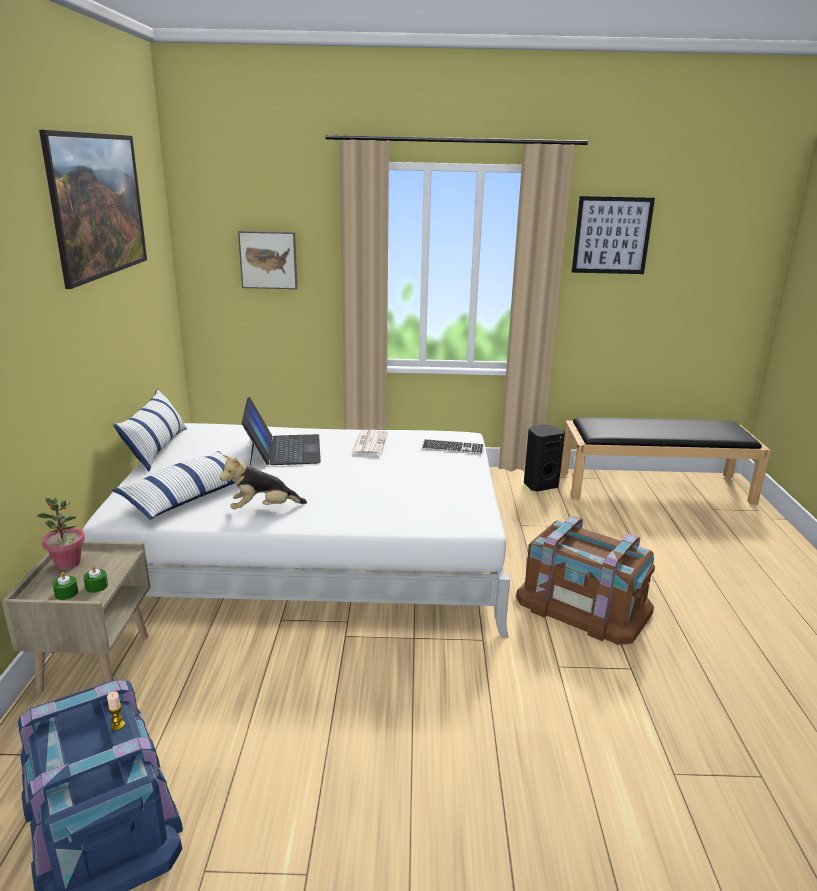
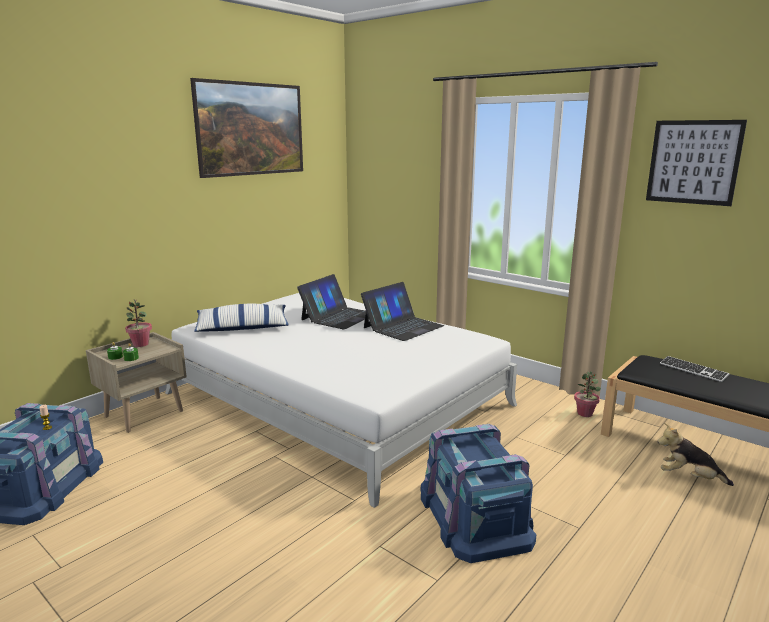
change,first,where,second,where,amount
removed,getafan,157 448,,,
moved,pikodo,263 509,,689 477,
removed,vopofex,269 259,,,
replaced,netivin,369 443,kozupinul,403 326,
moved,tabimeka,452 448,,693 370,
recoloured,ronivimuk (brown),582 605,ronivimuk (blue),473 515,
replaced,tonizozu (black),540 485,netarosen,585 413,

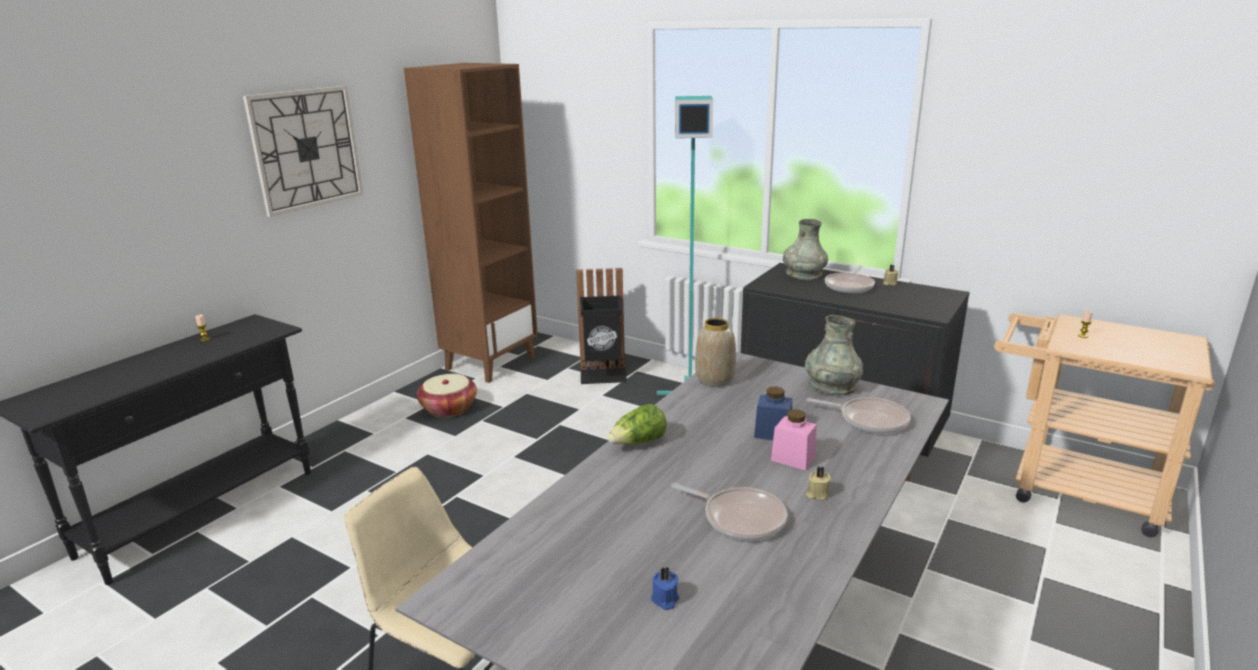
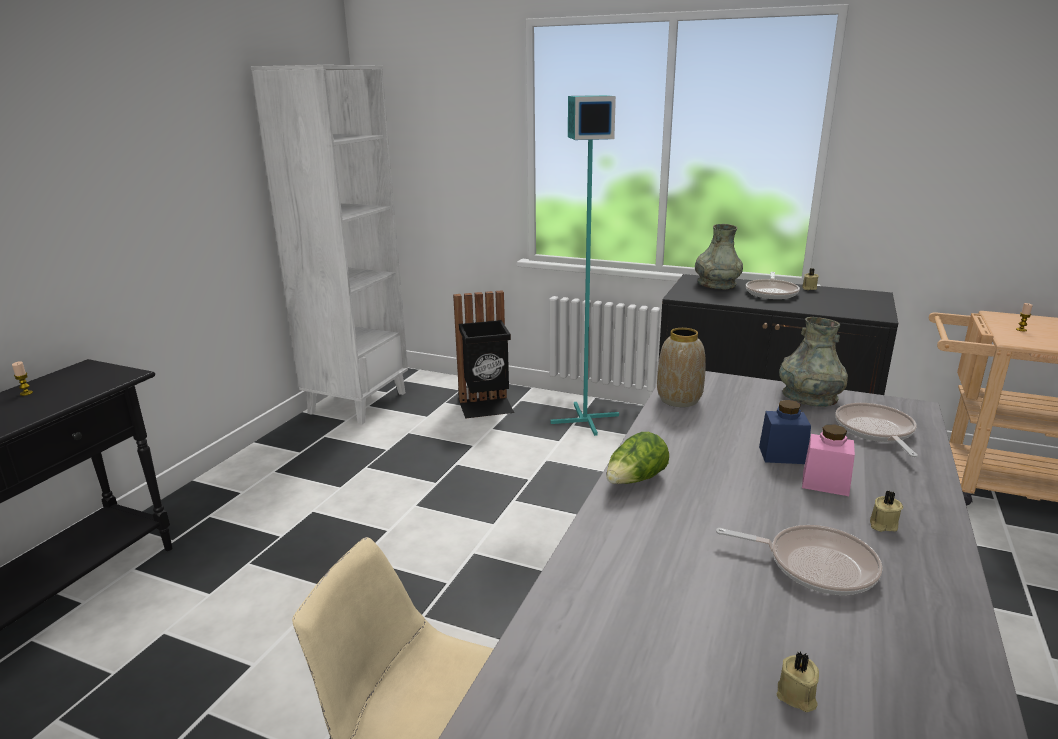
change,first,where,second,where,amount
removed,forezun,306 149,,,
recoloured,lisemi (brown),490 363,lisemi (white),357 402,
removed,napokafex,449 408,,,
recoloured,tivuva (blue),665 600,tivuva (beige),796 696,
turned,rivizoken,869 420,,875 431,105 degrees counterclockwise

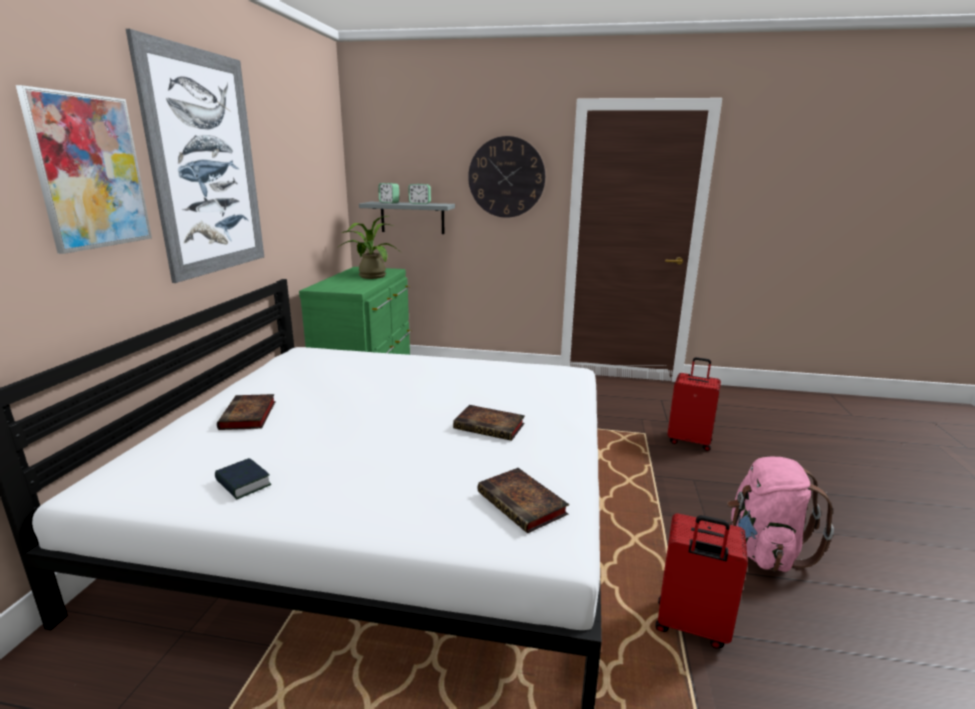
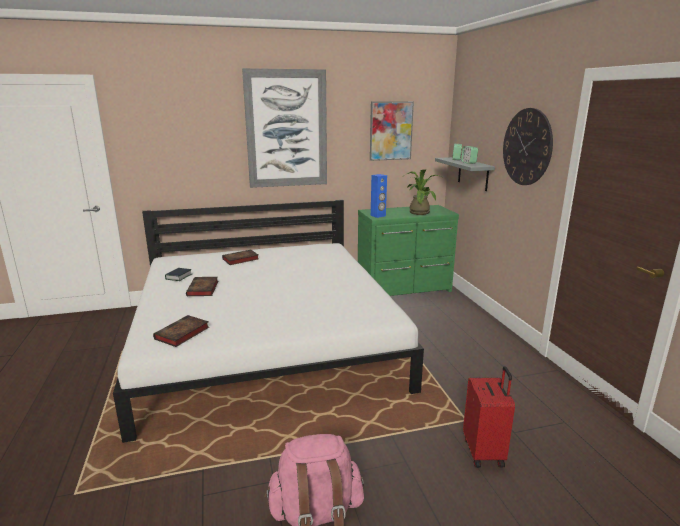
change,first,where,second,where,amount
moved,vopofex,90 172,,391 131,
moved,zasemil,491 426,,203 289,
removed,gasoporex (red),690 626,,,
added,,,tonizozu (blue),378 216,

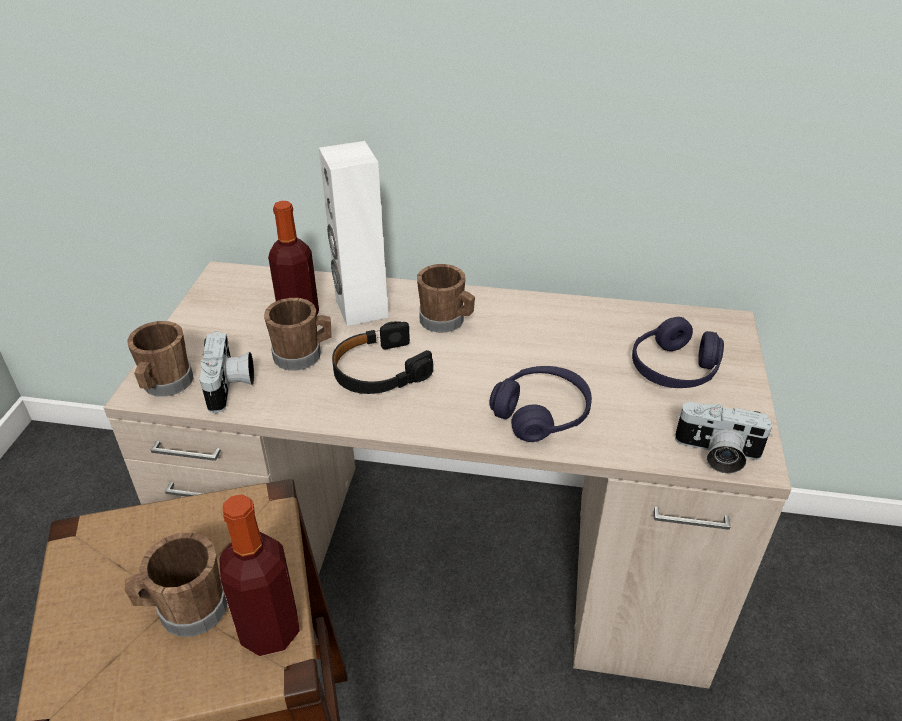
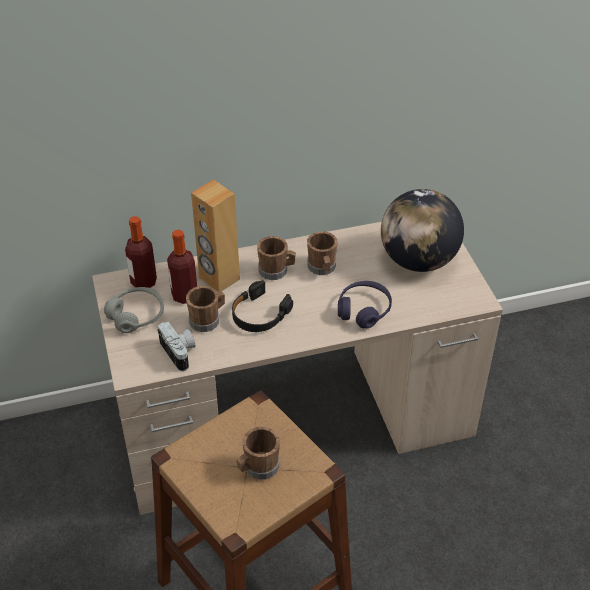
change,first,where,second,where,amount
moved,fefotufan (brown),165 385,,322 268,
moved,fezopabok,270 630,,143 282,
recoloured,tonizozu (white),360 309,tonizozu (brown),219 278,
replaced,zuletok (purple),673 369,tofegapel,418 261,
removed,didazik,716 454,,,
added,,,zuletok (grey),136 316,

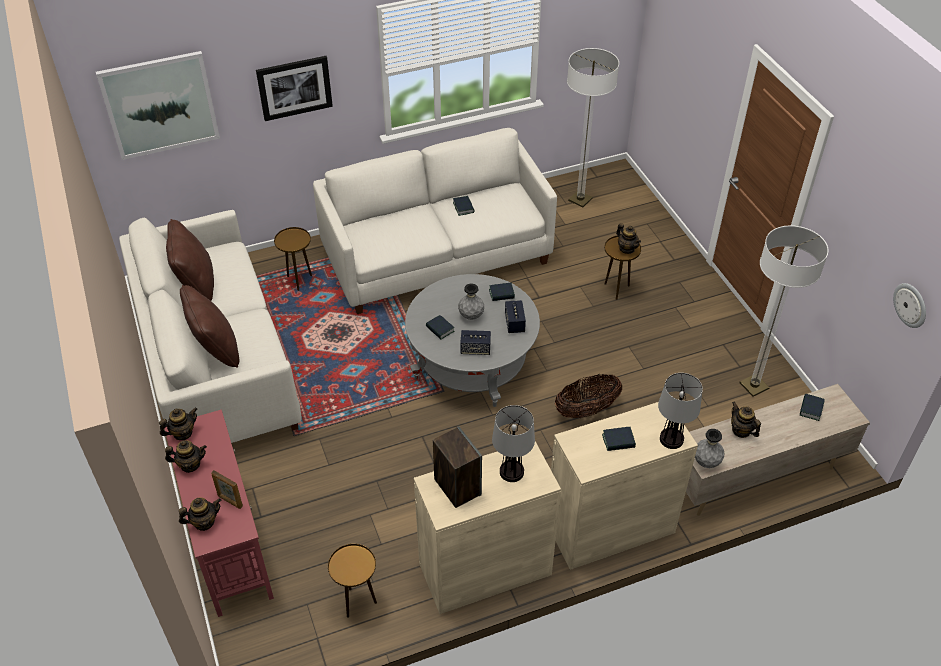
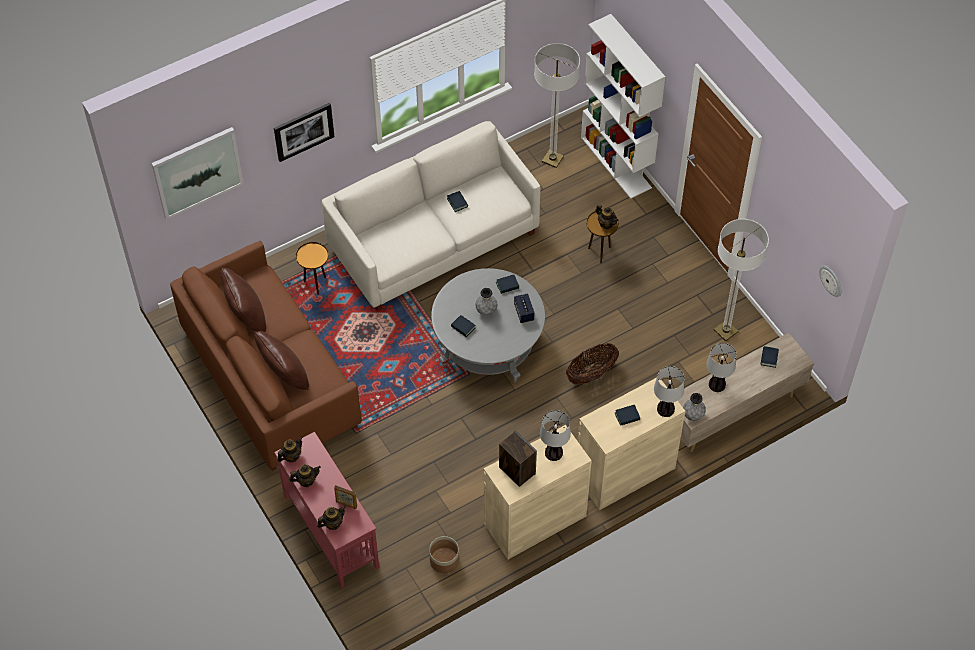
change,first,where,second,where,amount
recoloured,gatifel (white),217 365,gatifel (brown),270 379,
replaced,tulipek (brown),357 602,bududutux,444 560,
removed,tonizozu,475 349,,,
replaced,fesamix,741 431,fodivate,717 385,
added,,,lisemi (white),616 162,

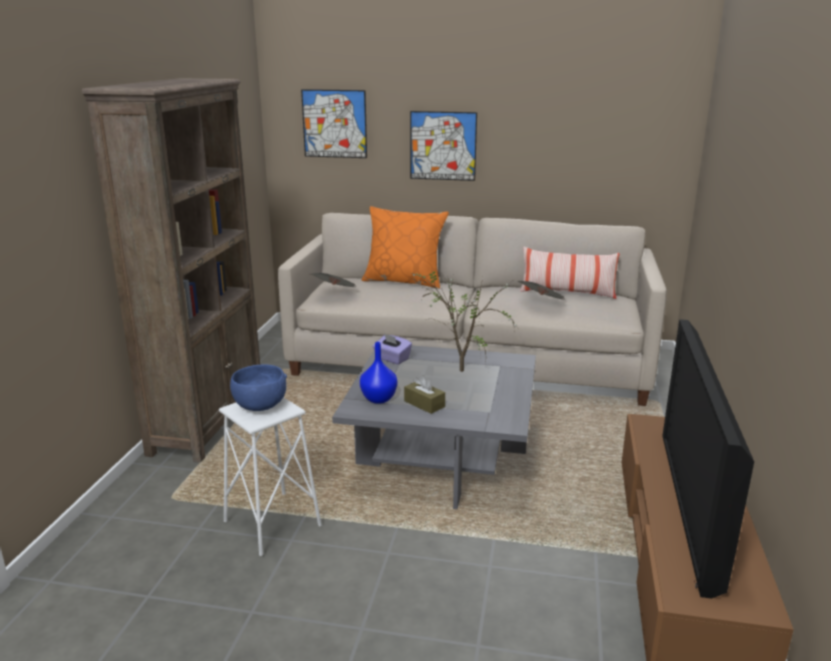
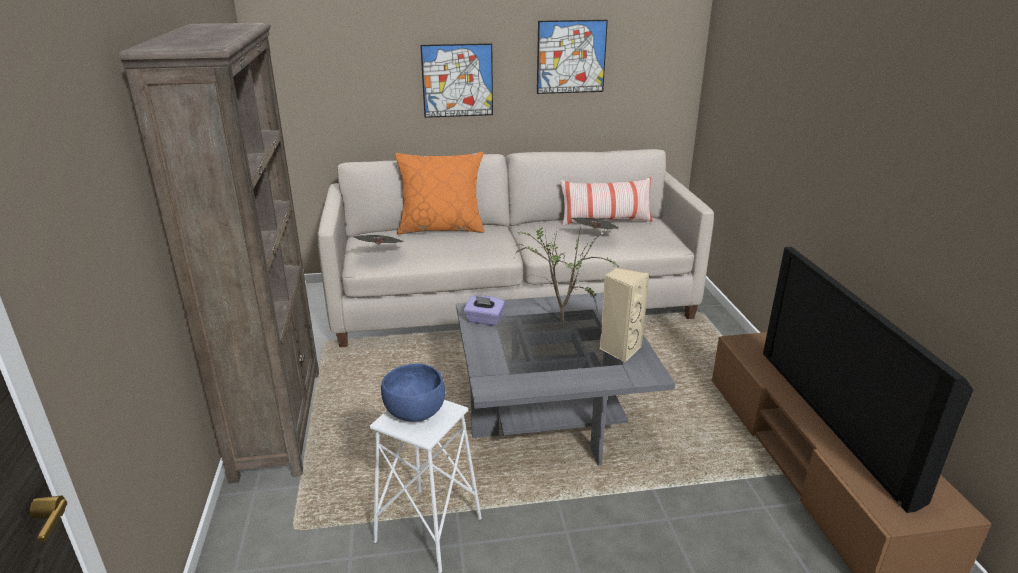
change,first,where,second,where,amount
moved,vopofex,334 124,,571 57,
removed,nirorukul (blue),379 399,,,
removed,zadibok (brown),424 404,,,
added,,,tonizozu (beige),619 349,

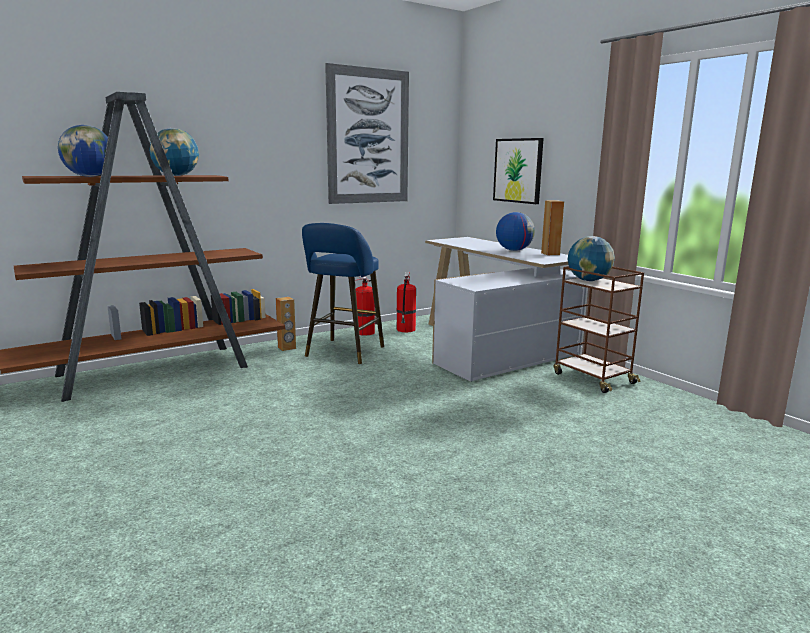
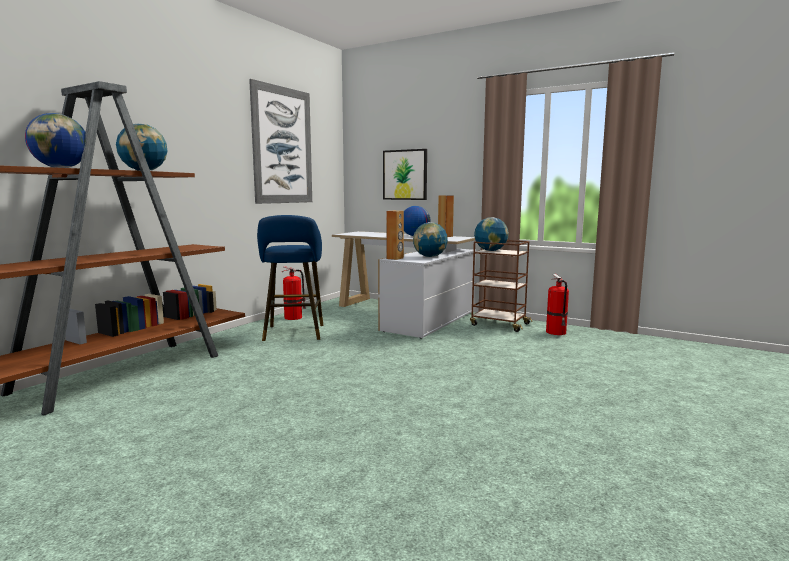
change,first,where,second,where,amount
moved,tonizozu (brown),287 348,,395 258,
moved,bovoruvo,406 330,,556 332,
added,,,tofegapel,430 257,

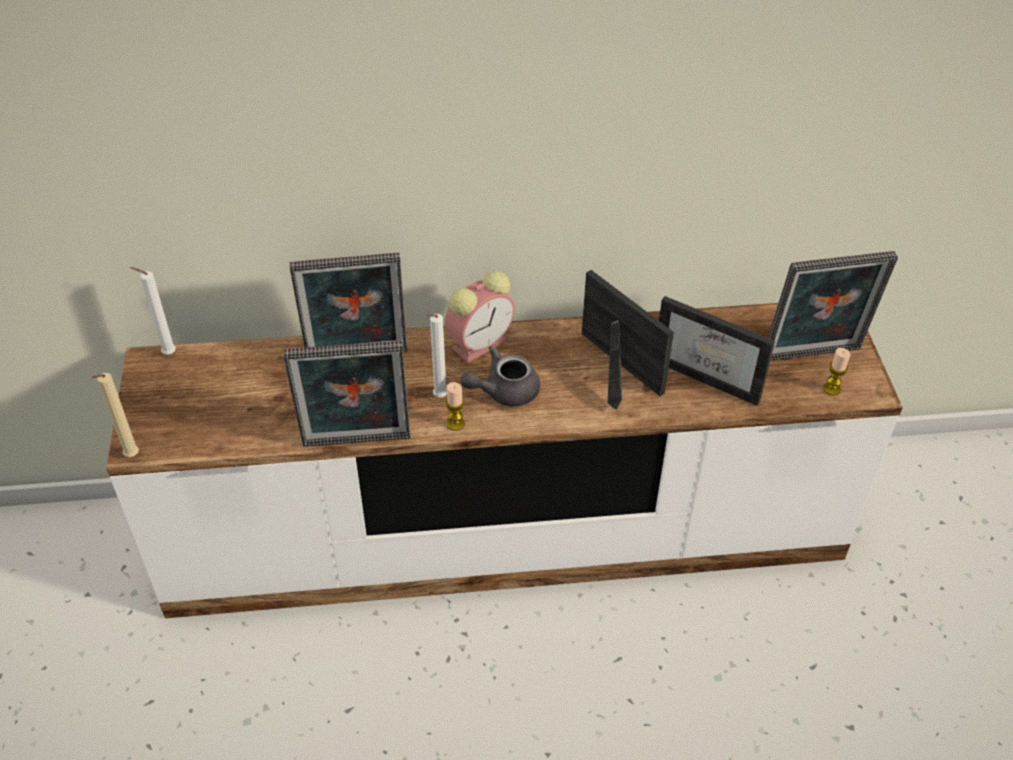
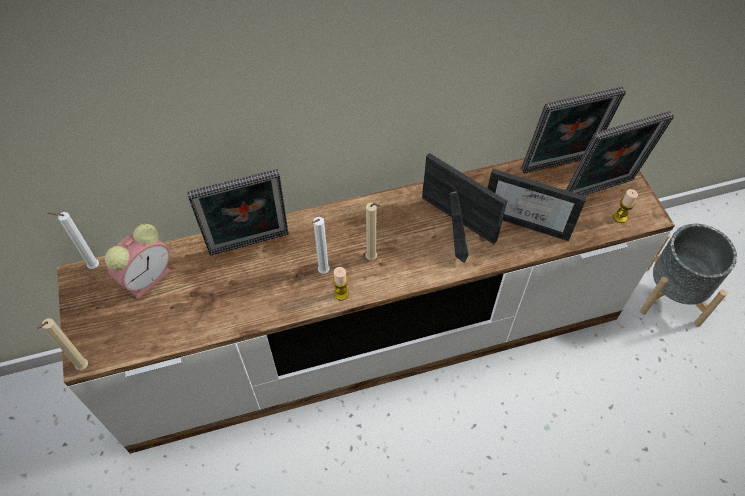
change,first,where,second,where,amount
moved,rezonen,357 444,,558 166,
moved,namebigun,481 342,,148 277,
replaced,fesamix (grey),503 391,tivuva (beige),372 259,
added,,,bududutux (grey),670 295,

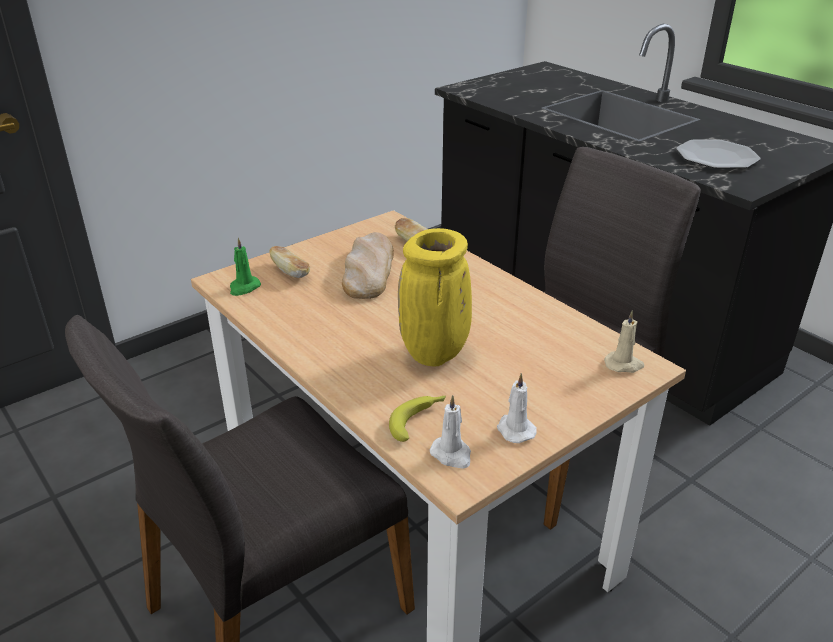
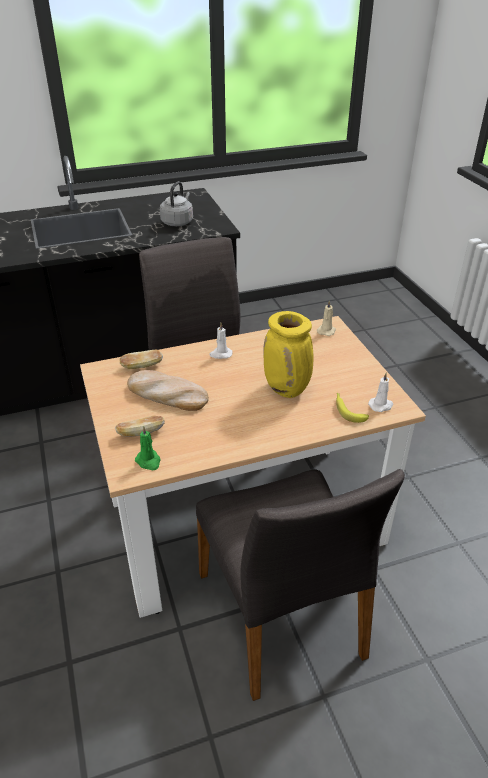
change,first,where,second,where,amount
moved,tivuva (white),514 430,,220 354,
replaced,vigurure,717 157,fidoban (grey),178 222,

